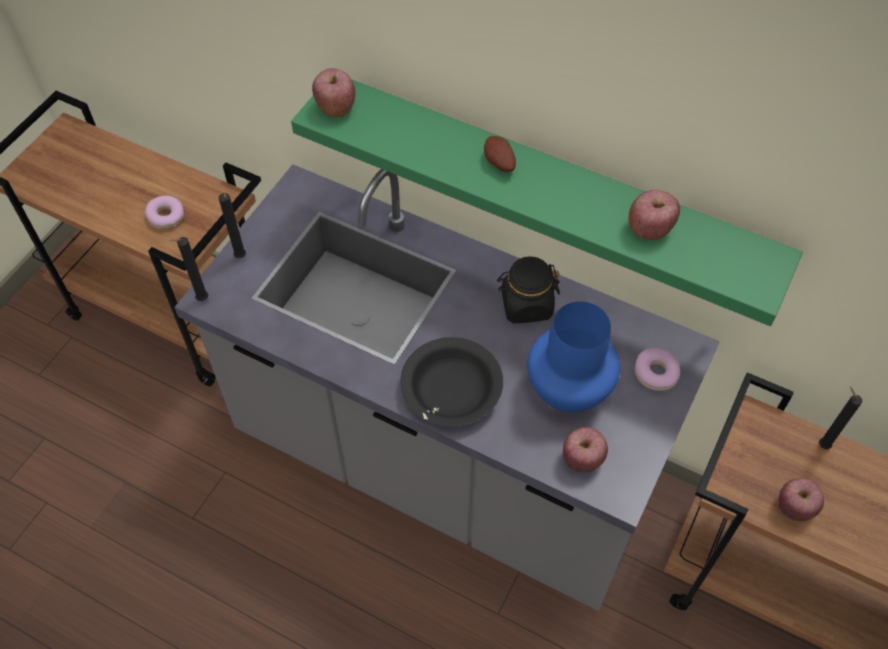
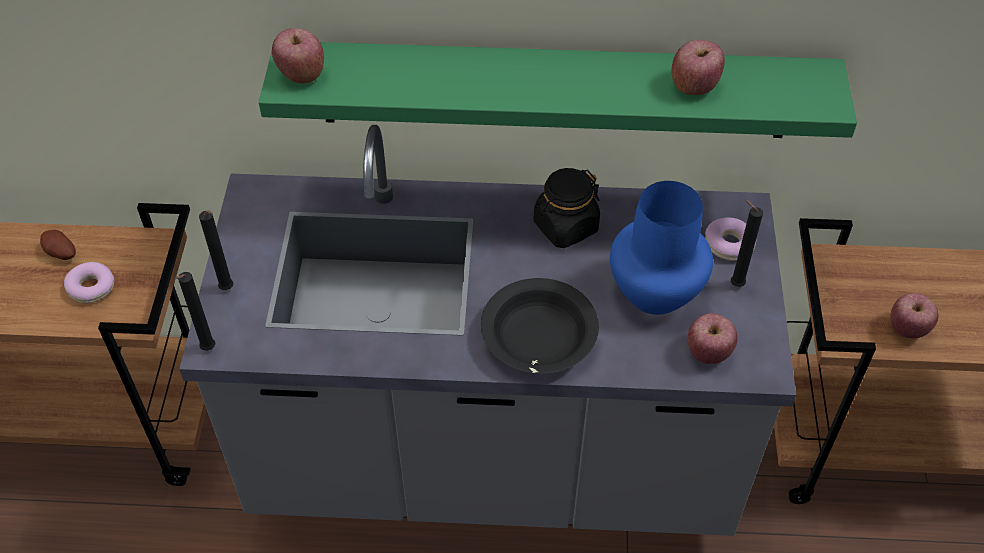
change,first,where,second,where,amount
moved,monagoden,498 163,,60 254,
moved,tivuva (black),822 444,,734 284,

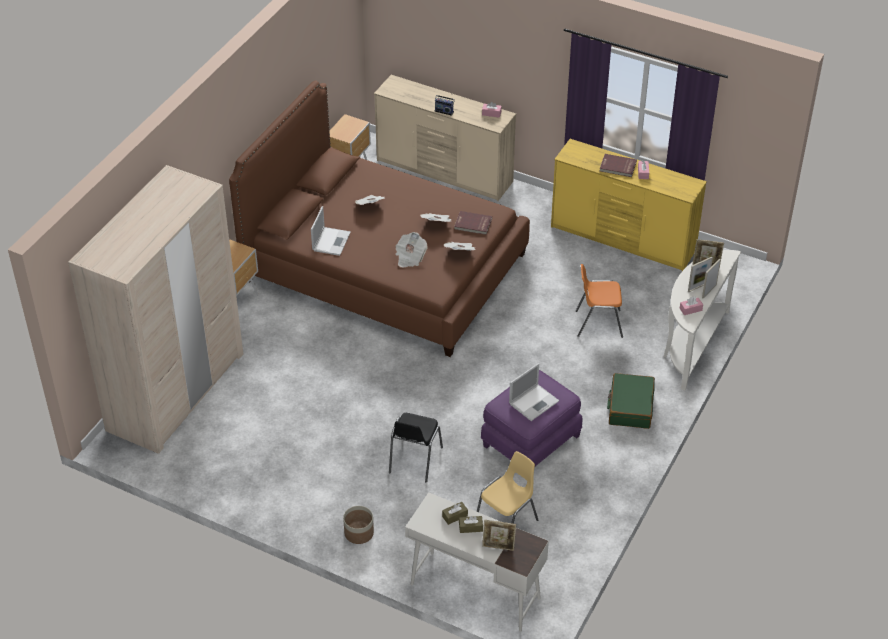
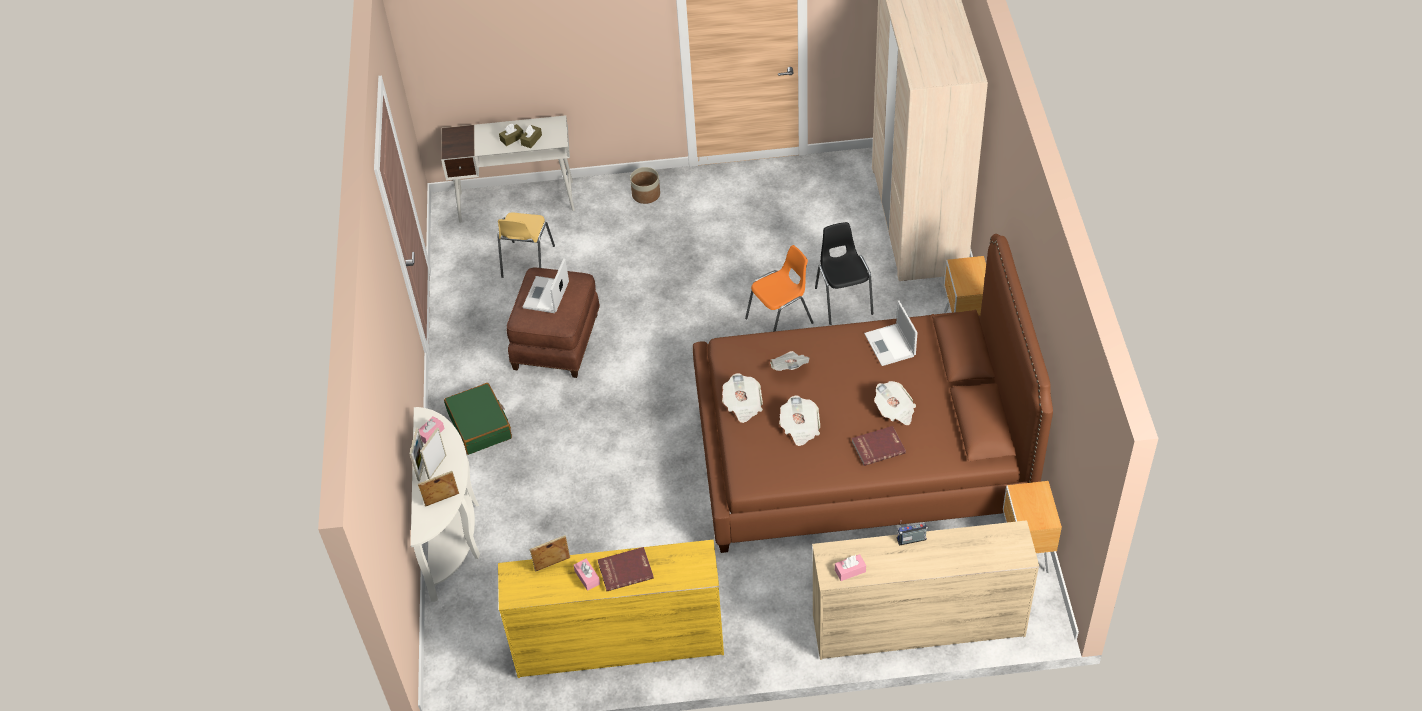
change,first,where,second,where,amount
moved,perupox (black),414 460,,843 300,
moved,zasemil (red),473 224,,877 446,
recoloured,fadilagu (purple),530 440,fadilagu (brown),557 342,
moved,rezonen,498 547,,552 565,
moved,perupox (orange),598 323,,780 321,

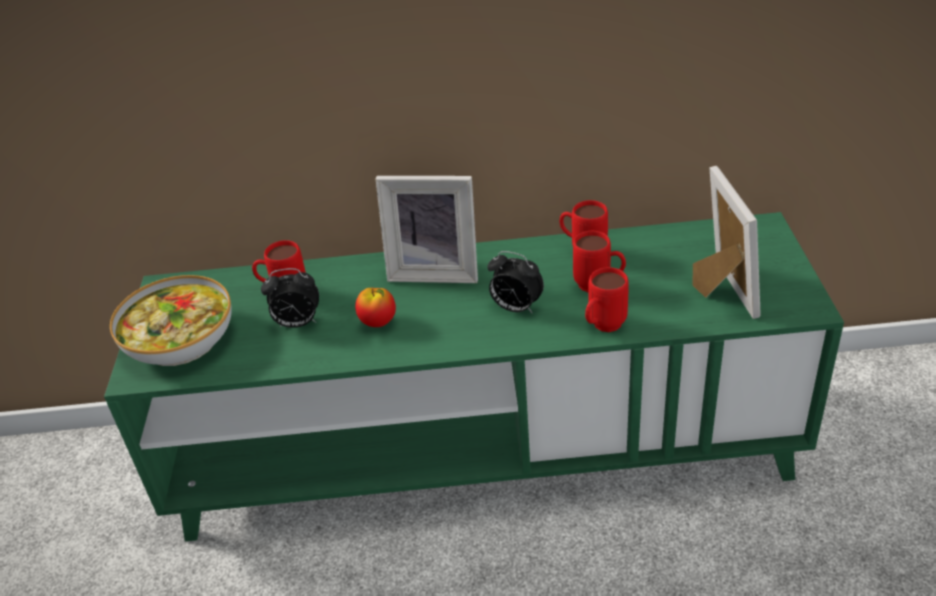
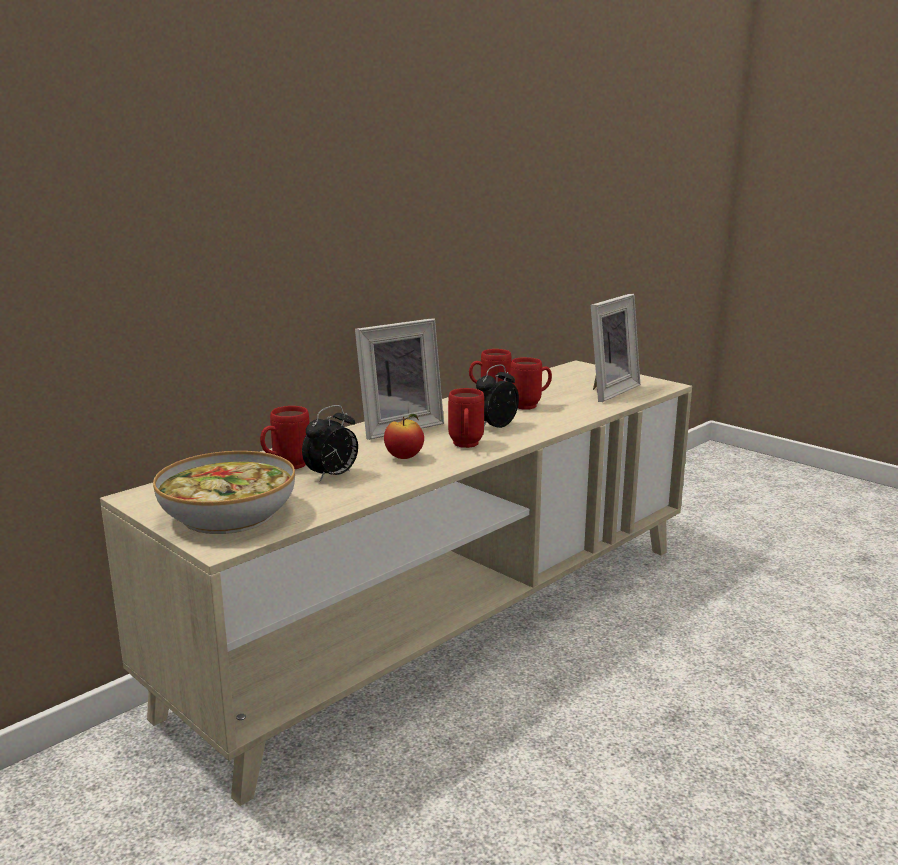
change,first,where,second,where,amount
recoloured,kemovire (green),483 454,kemovire (beige),448 622,
turned,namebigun,515 308,,495 426,150 degrees clockwise
moved,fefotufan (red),602 328,,465 446,
turned,rezonen,719 291,,606 391,90 degrees clockwise

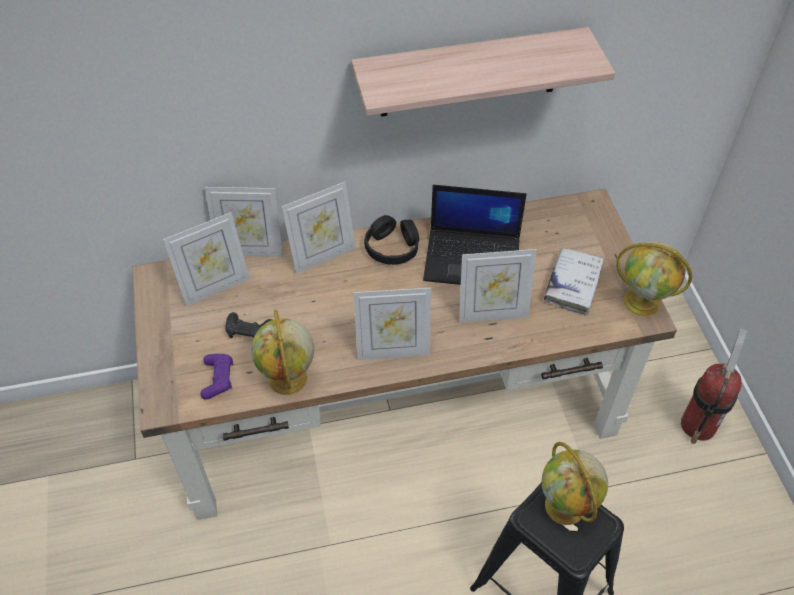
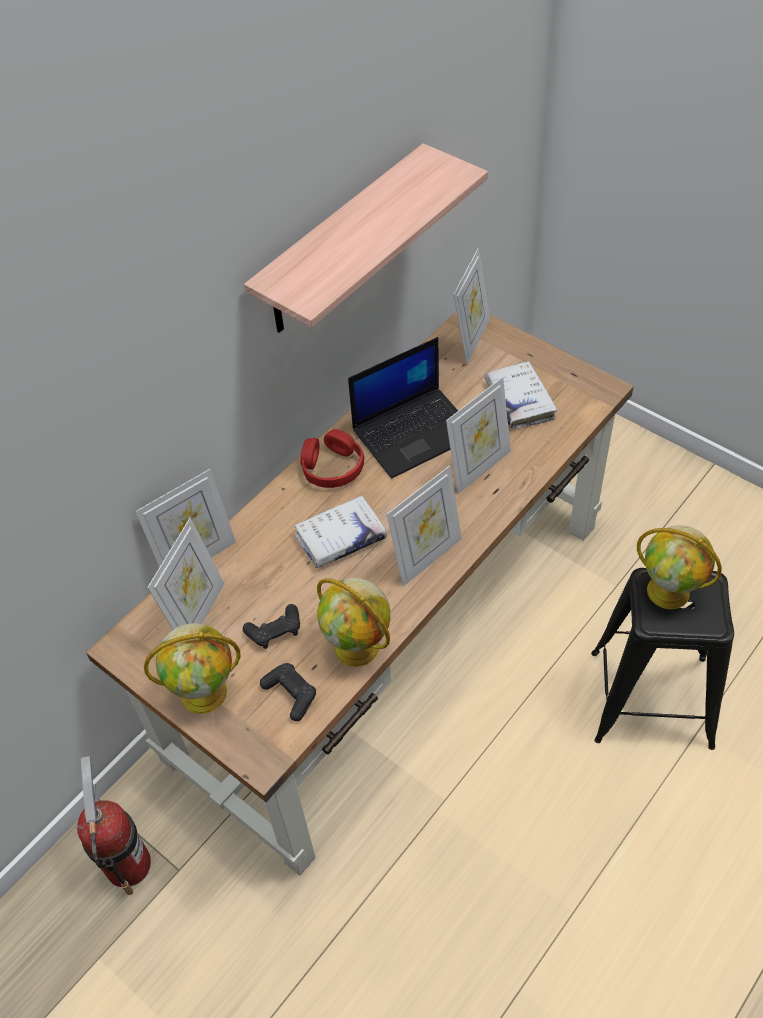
change,first,where,second,where,amount
recoloured,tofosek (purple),218 379,tofosek (black),291 694,
moved,rezonen,323 256,,471 340,
recoloured,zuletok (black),392 247,zuletok (red),332 467,
moved,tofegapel,643 302,,205 692,
moved,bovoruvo,698 424,,128 864,
added,,,zasemil (white),340 538,

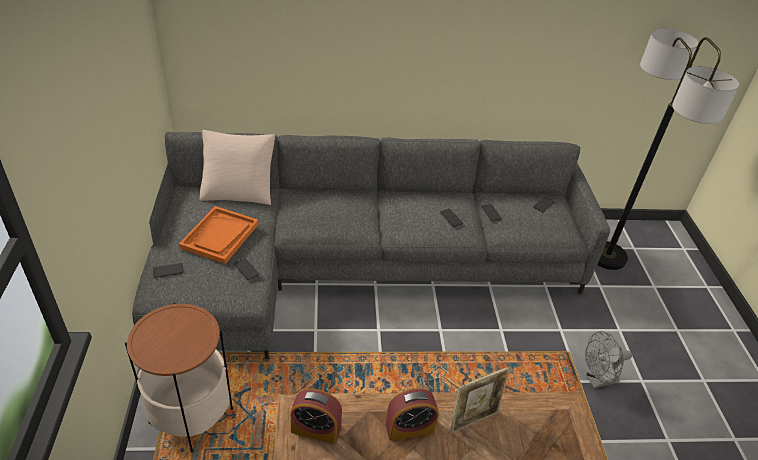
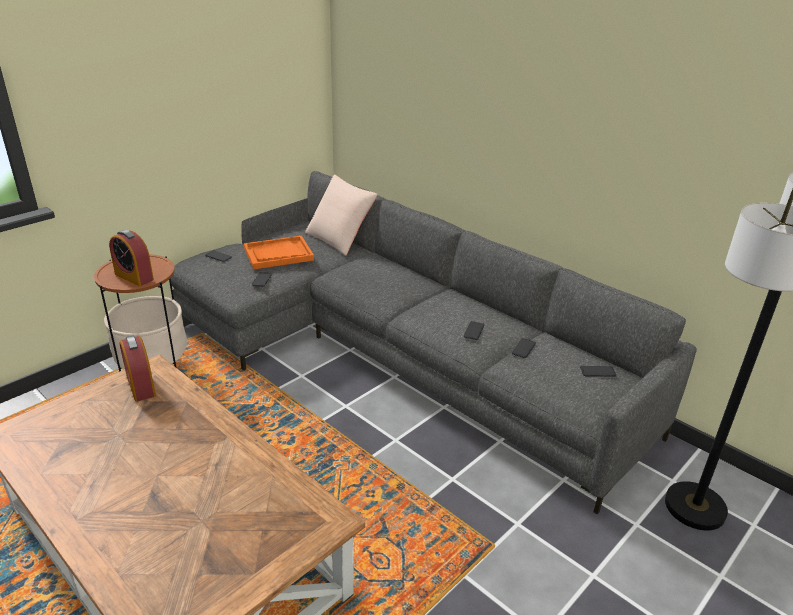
change,first,where,second,where,amount
moved,namebigun,409 428,,134 277,
removed,rezonen,473 419,,,
removed,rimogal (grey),597 380,,,

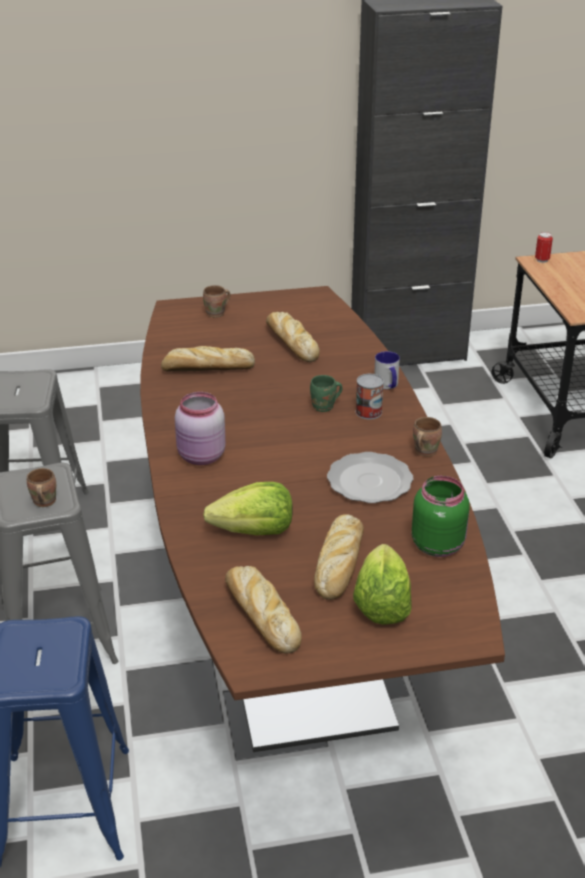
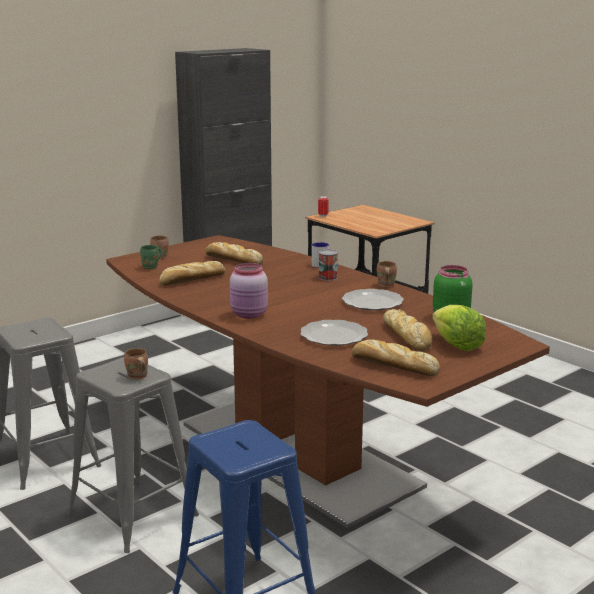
change,first,where,second,where,amount
replaced,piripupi,254 531,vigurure,335 336,
moved,fefotufan (green),324 407,,151 267,

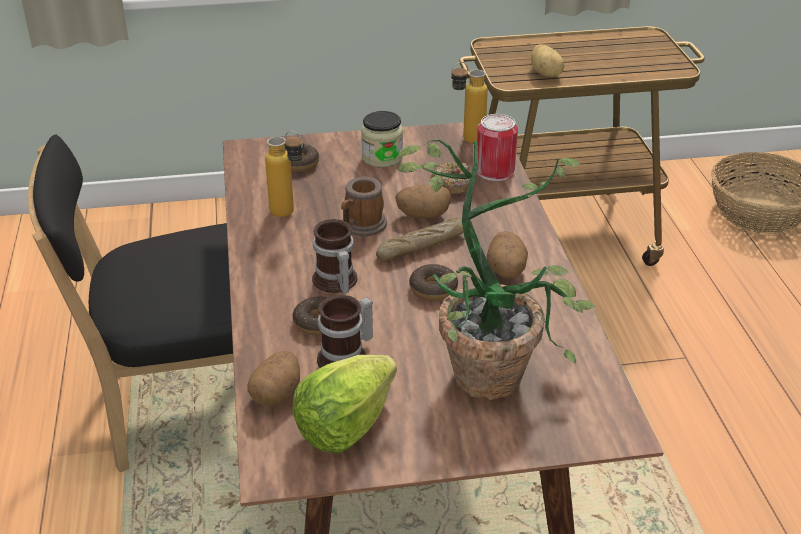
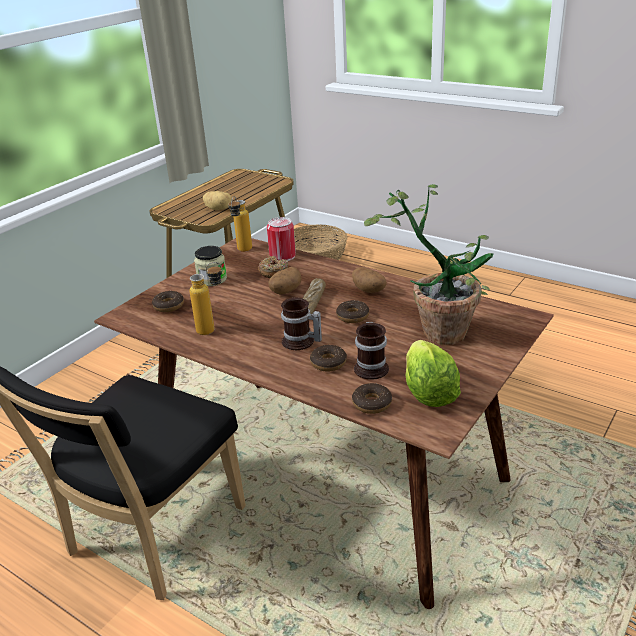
change,first,where,second,where,amount
replaced,monagoden,276 394,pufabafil,372 403,
removed,fefotufan,361 227,,,

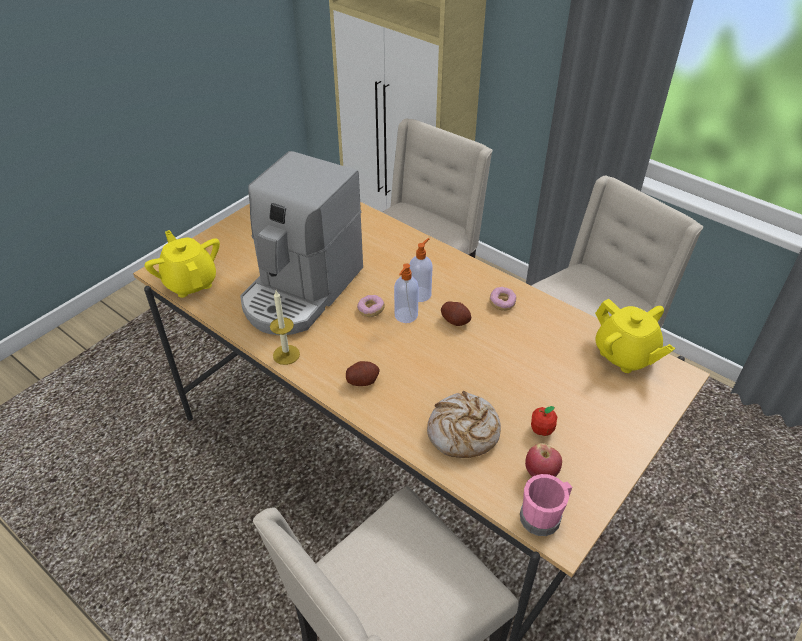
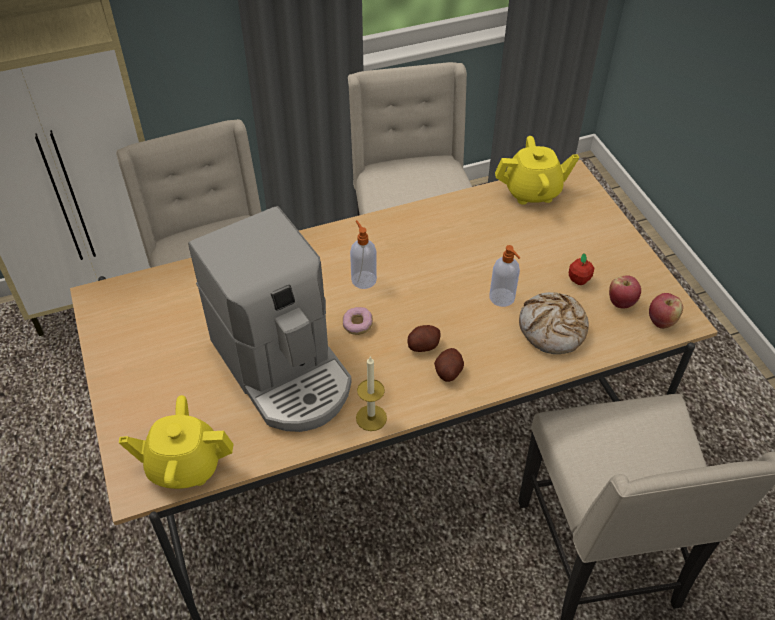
change,first,where,second,where,amount
moved,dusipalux,405 316,,502 298,
moved,monagoden,455 320,,423 345,
removed,pufabafil,502 303,,,
replaced,fefotufan (pink),544 516,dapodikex,661 321,

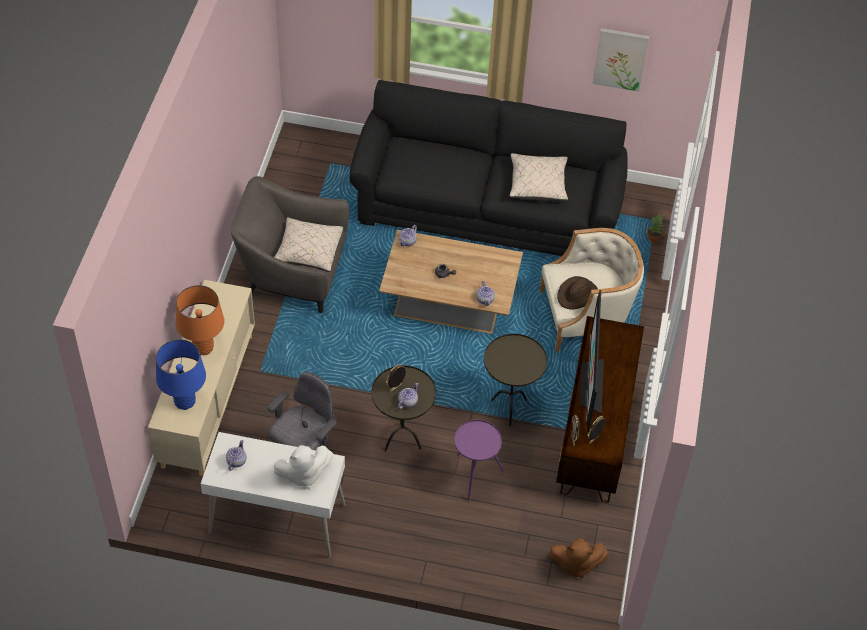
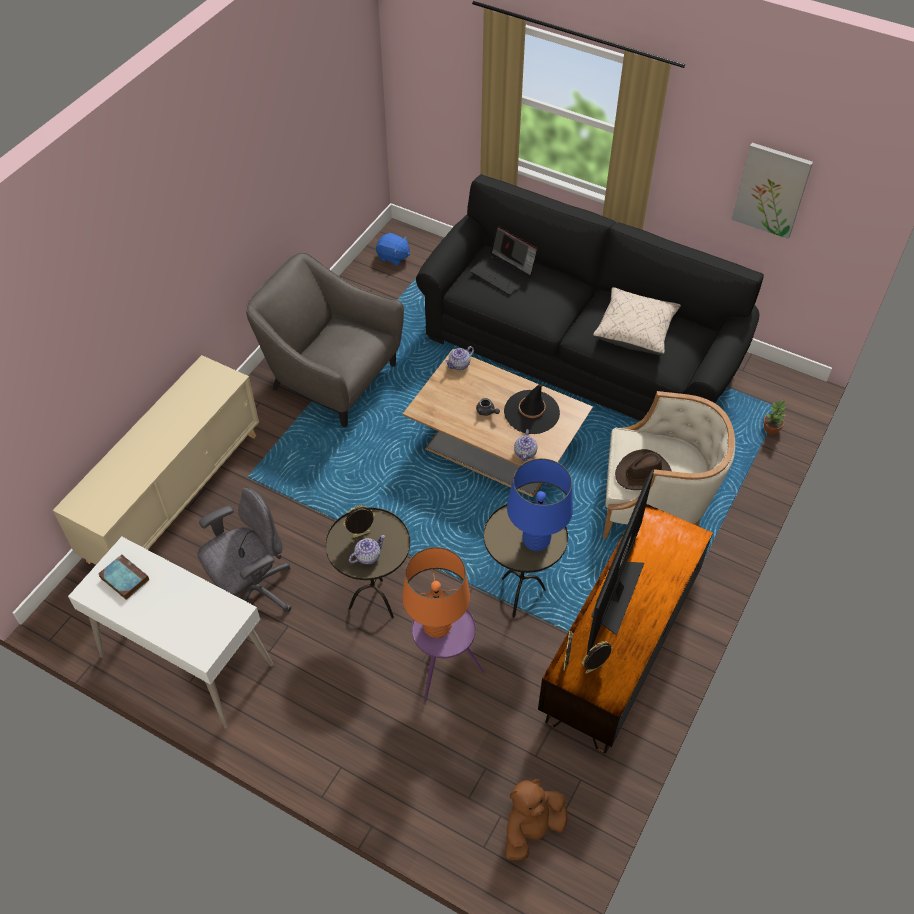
change,first,where,second,where,amount
moved,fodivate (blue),185 401,,536 540,
moved,fodivate (orange),203 347,,436 626,
replaced,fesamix,236 461,zasemil,123 578,
removed,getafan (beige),308 252,,,
removed,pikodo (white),303 474,,,
turned,pikodo (brown),575 564,,532 829,120 degrees clockwise
added,,,pikodo (blue),393 257,
added,,,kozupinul,504 273,
added,,,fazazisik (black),531 412,

